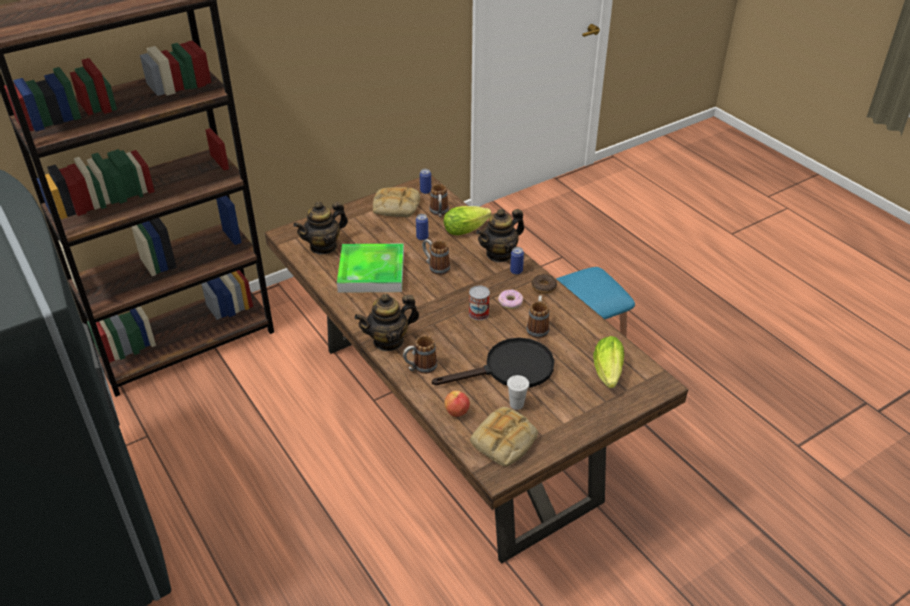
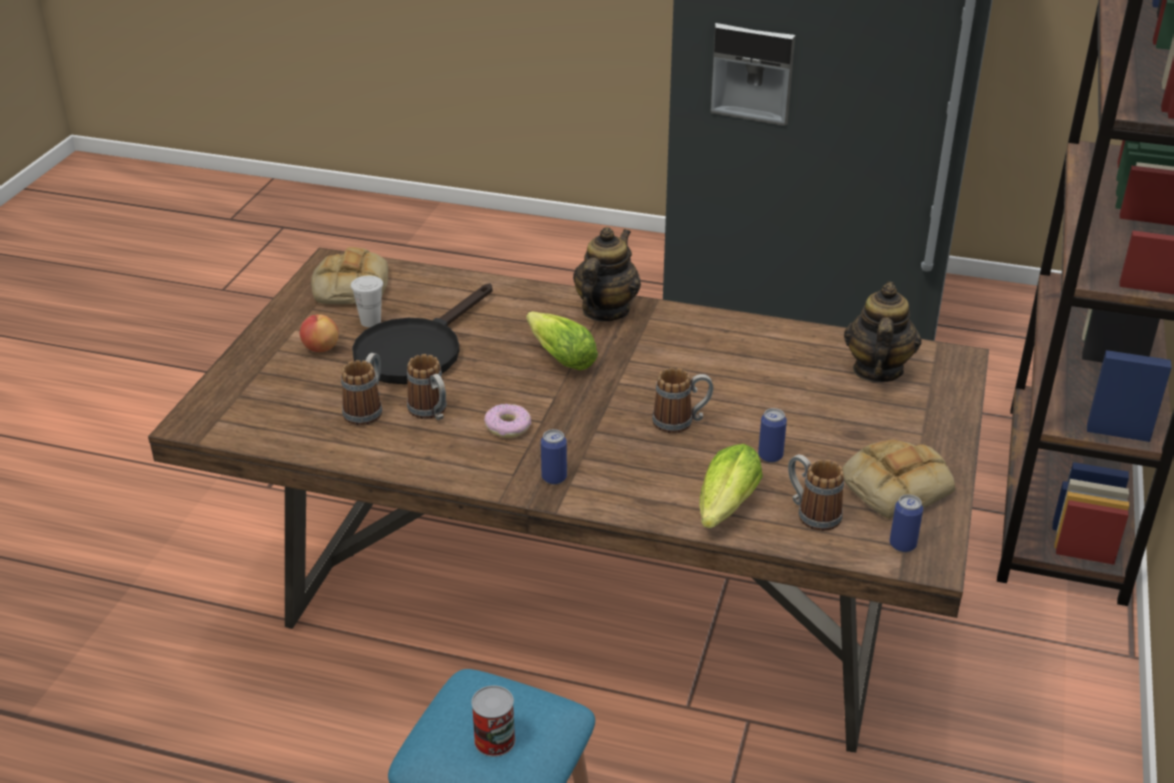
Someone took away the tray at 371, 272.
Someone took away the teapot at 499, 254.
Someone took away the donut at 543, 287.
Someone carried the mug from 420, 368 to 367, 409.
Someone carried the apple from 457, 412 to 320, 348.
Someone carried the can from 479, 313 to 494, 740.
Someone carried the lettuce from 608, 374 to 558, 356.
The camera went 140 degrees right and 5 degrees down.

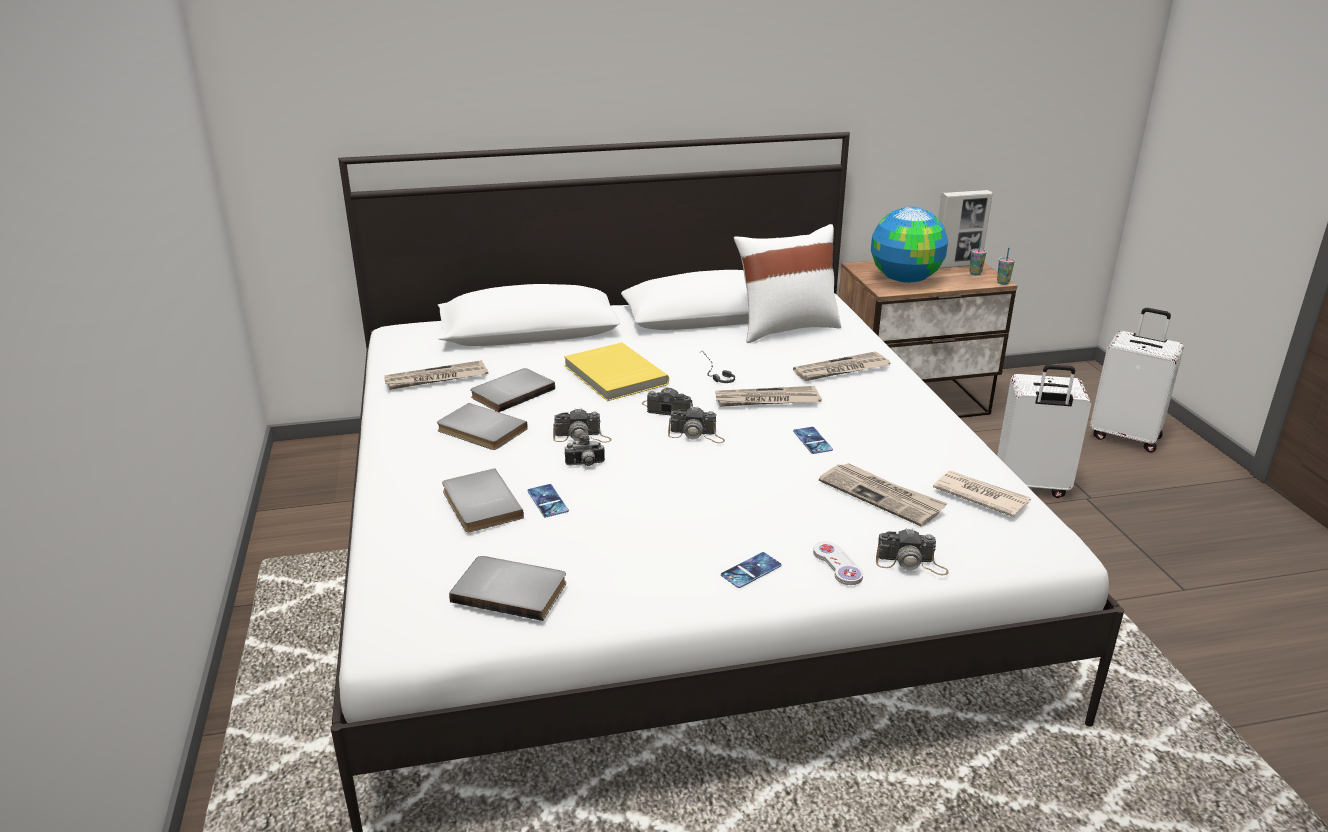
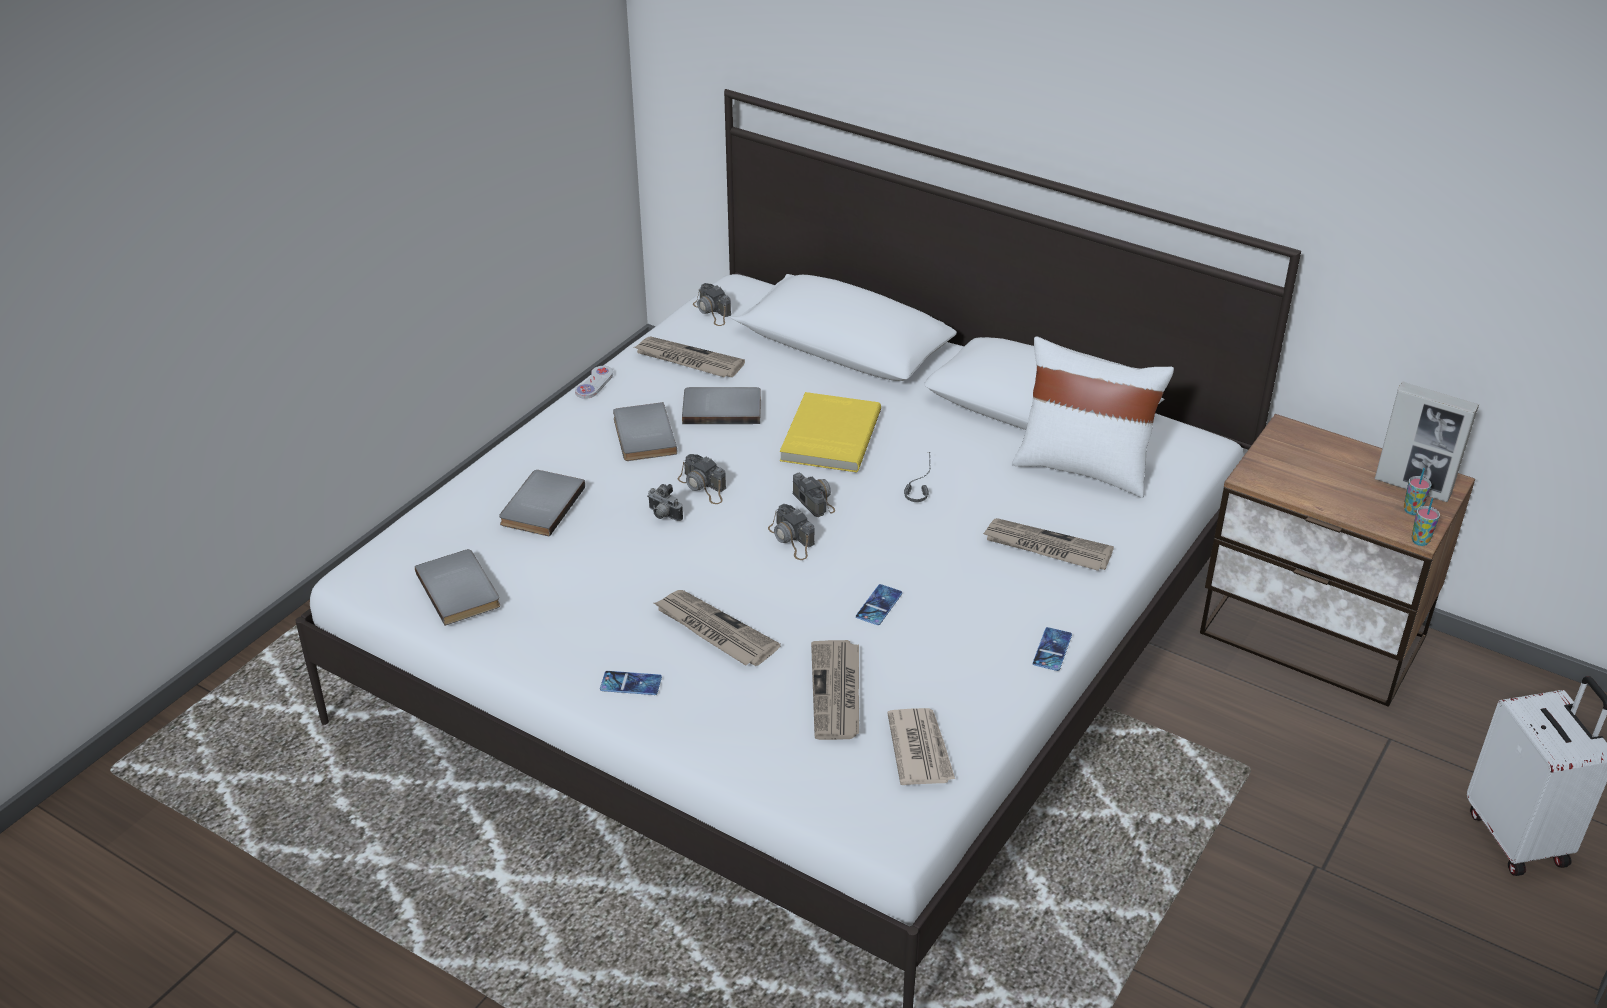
Someone took away the globe at 904, 279.
Someone took away the white suitcase at 1030, 486.
Someone carried the phone from 547, 501 to 1052, 649.
Someone carried the newspaper from 766, 400 to 714, 631.
Someone carried the white game controller from 837, 565 to 594, 383.
Someone carried the photo camera from 911, 563 to 712, 312.
The camera went 45 degrees right and 10 degrees up.

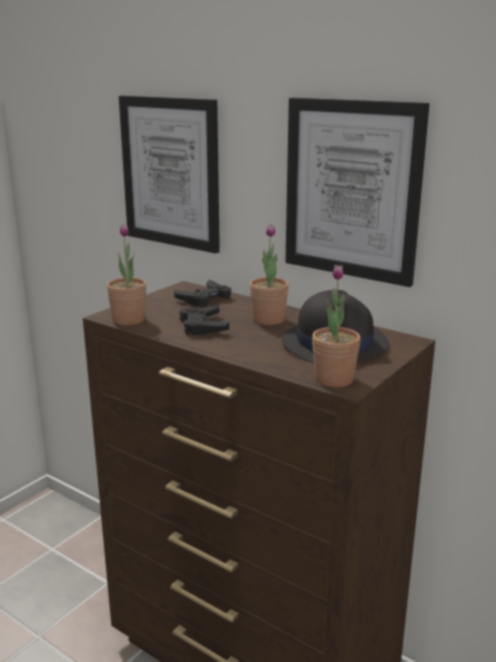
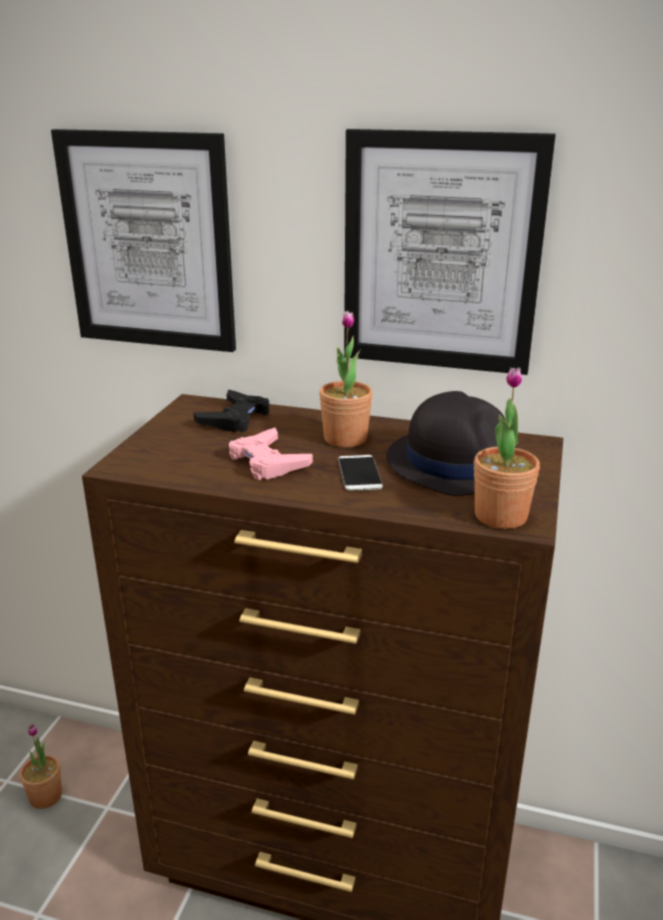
Someone put down the phone at 359, 474.
Someone carried the potted plant from 128, 320 to 45, 796.
Someone repainted the black game controller at 203, 326, which became the pink game controller at 267, 462.
The camera went 20 degrees left and 5 degrees up.

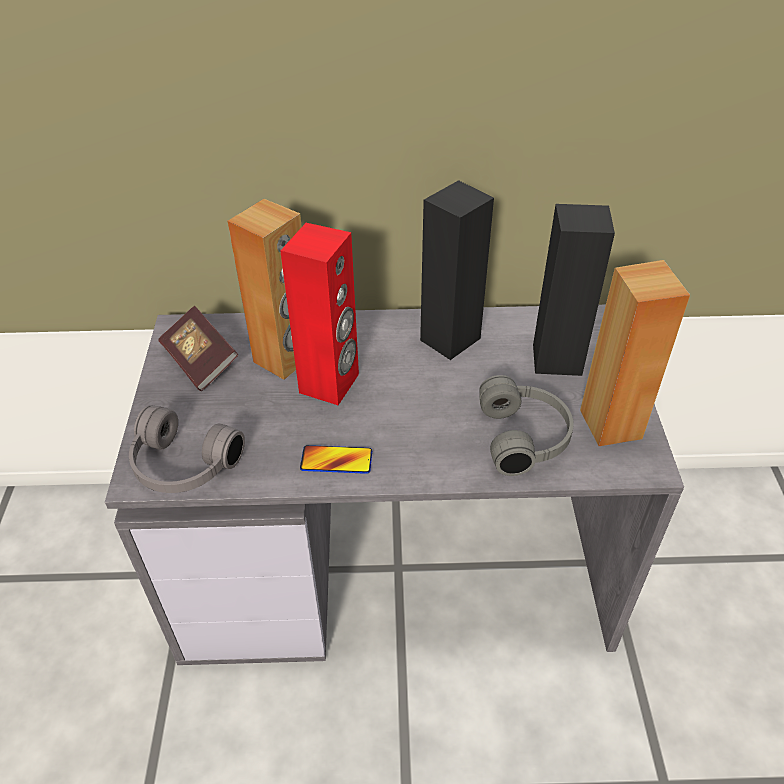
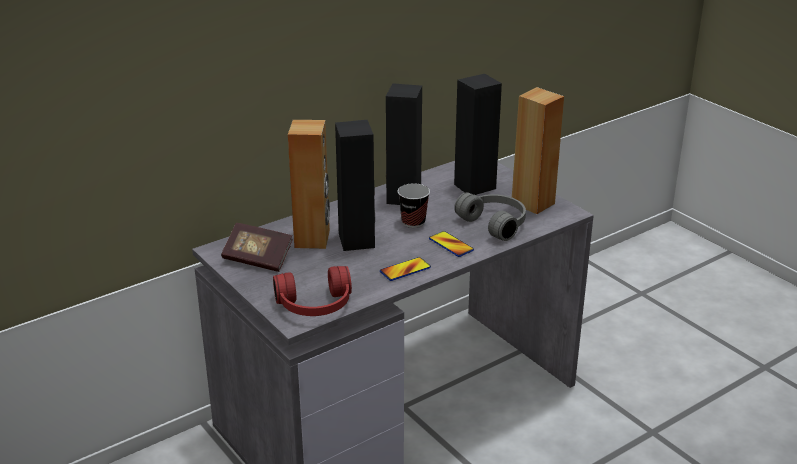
Someone put down the cup at 413, 222.
Someone put down the phone at 451, 245.
Someone repainted the grey headphones at 181, 466, which became the red headphones at 315, 306.
Someone repainted the red speaker at 330, 383, which became the black speaker at 357, 240.
The camera went 35 degrees left and 15 degrees down.

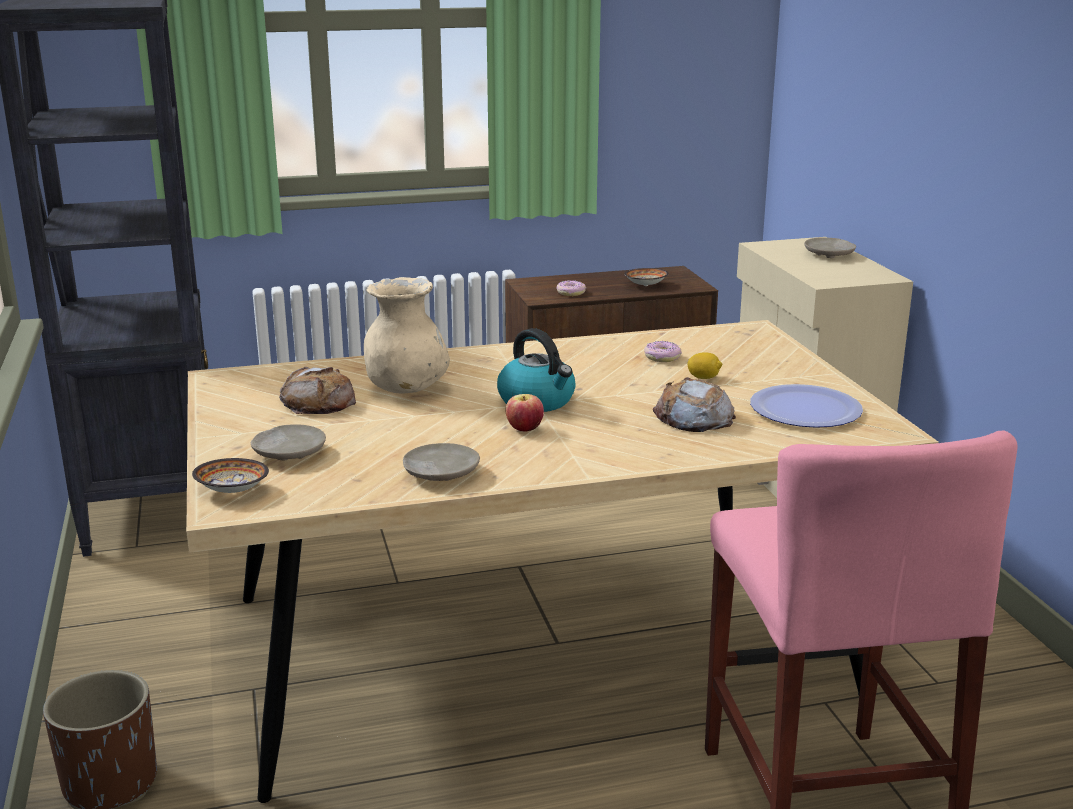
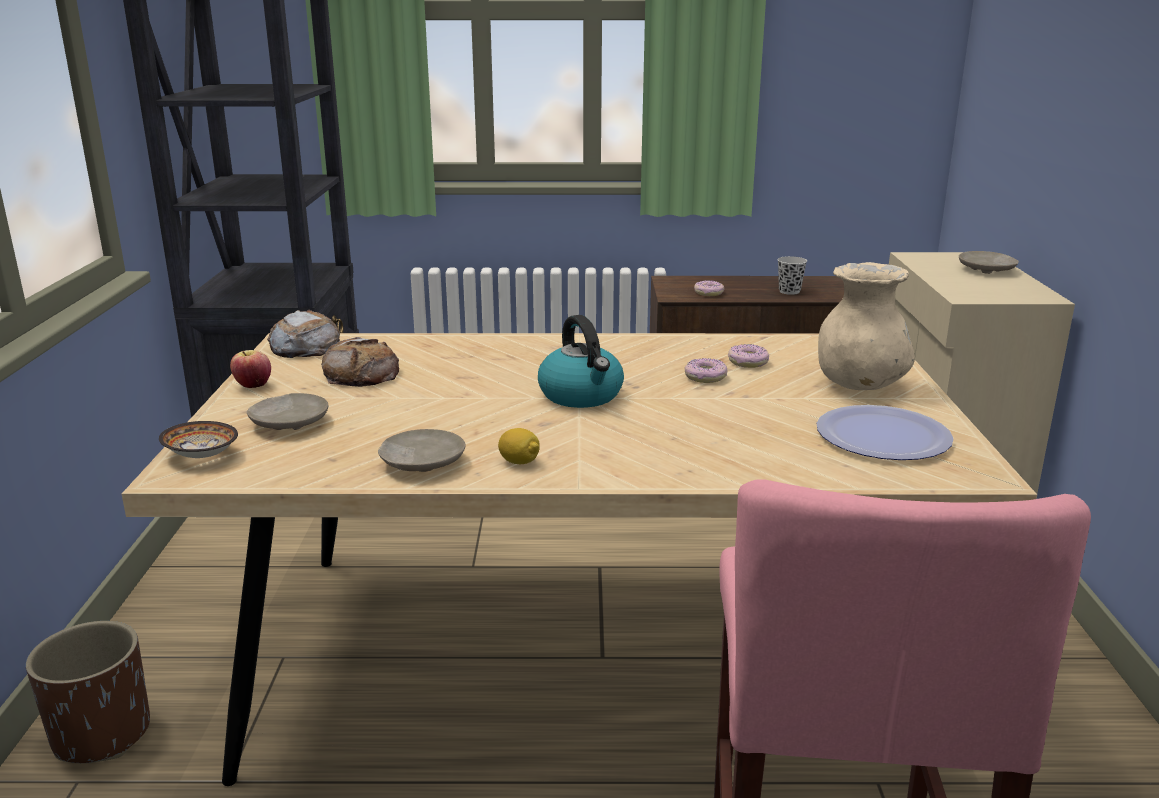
Someone put down the donut at 705, 377.
Someone carried the beige vase from 406, 389 to 859, 386.
Someone carried the apple from 524, 429 to 253, 386.
Someone carried the bread from 693, 417 to 304, 346.
Someone carried the lemon from 703, 378 to 519, 462.
Someone swapped the bowl at 644, 285 for the black cup at 789, 291.
The camera went 15 degrees right and 0 degrees up.

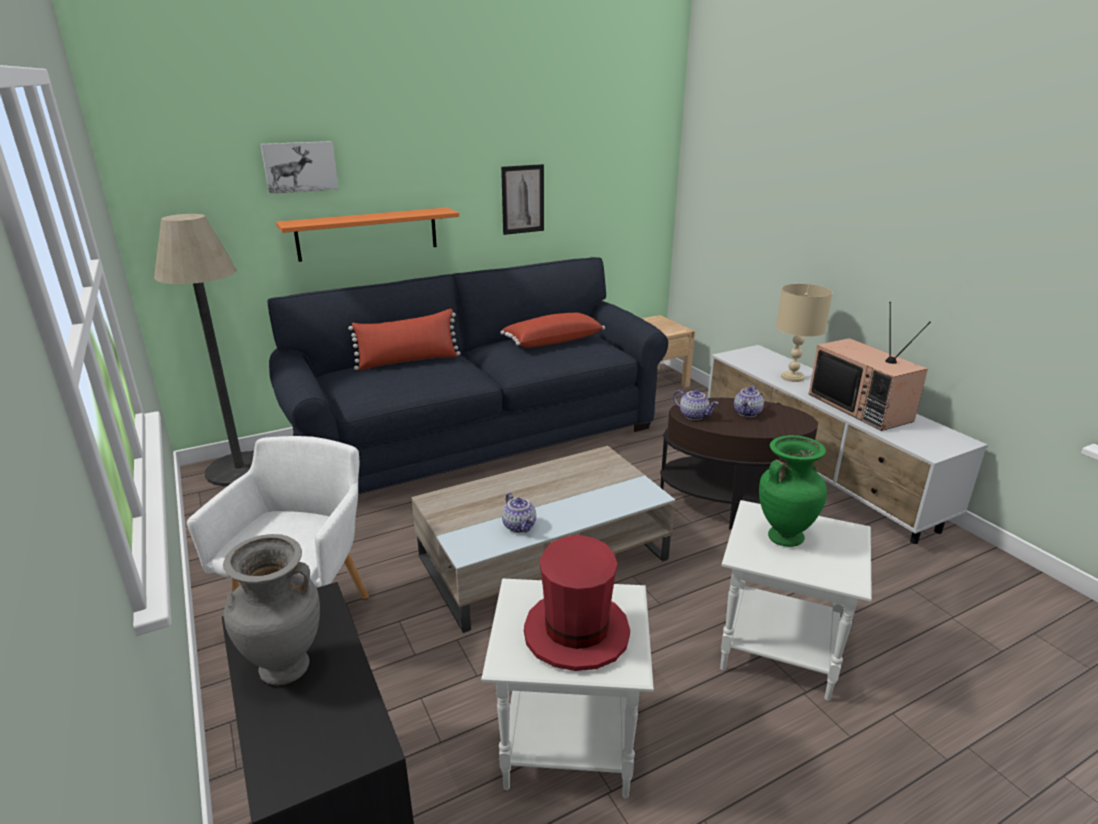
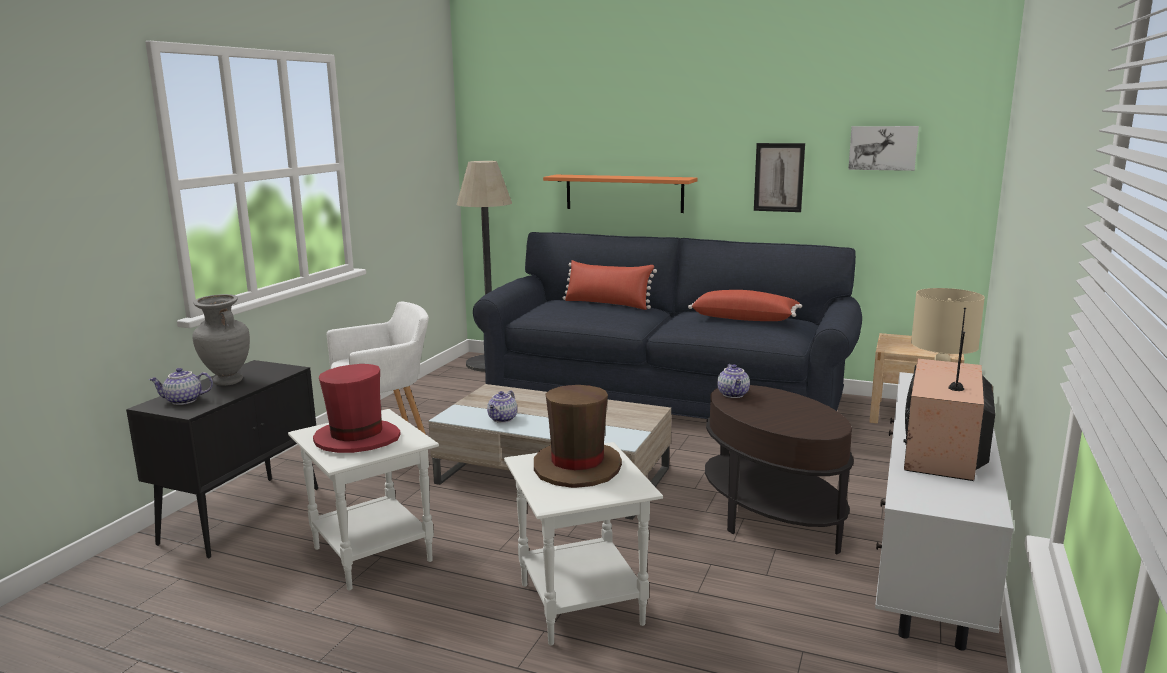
Someone carried the picture from 300, 166 to 883, 148.
Someone carried the teapot from 748, 413 to 183, 401.
Someone swapped the green vase at 783, 537 for the brown hat at 577, 467.
The camera went 50 degrees right and 10 degrees down.

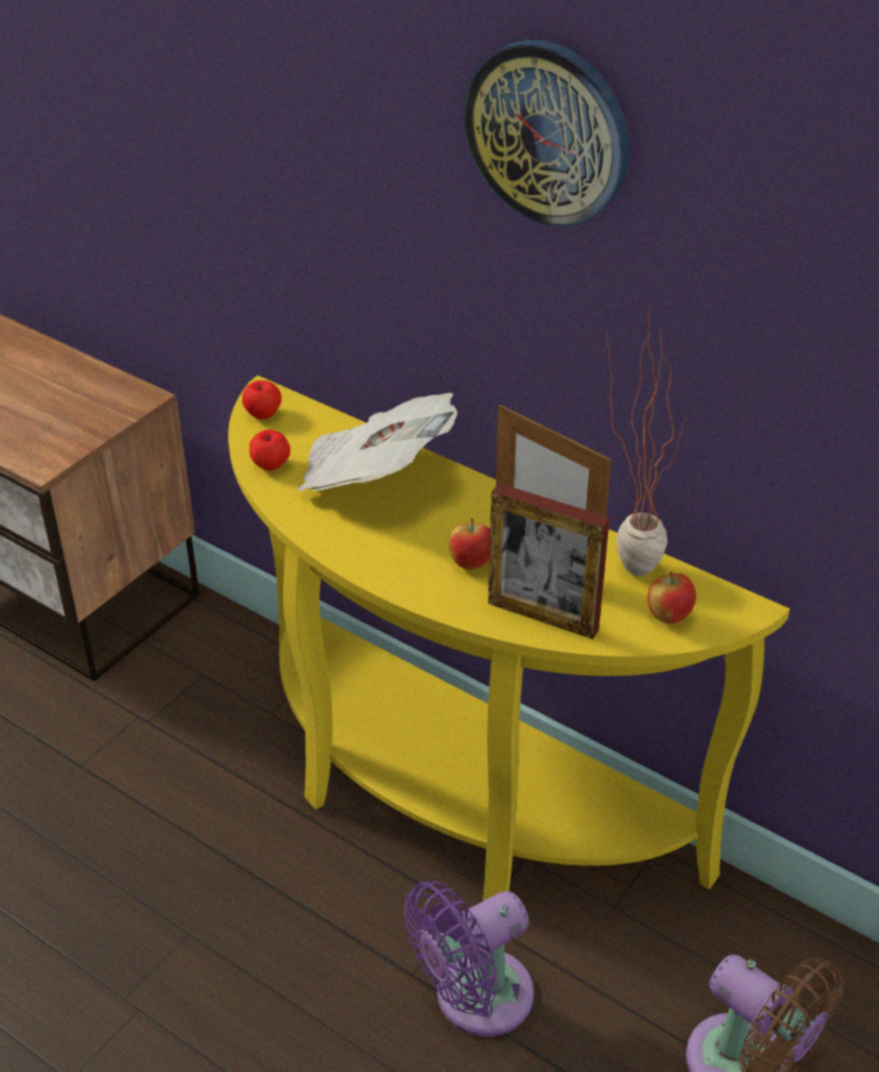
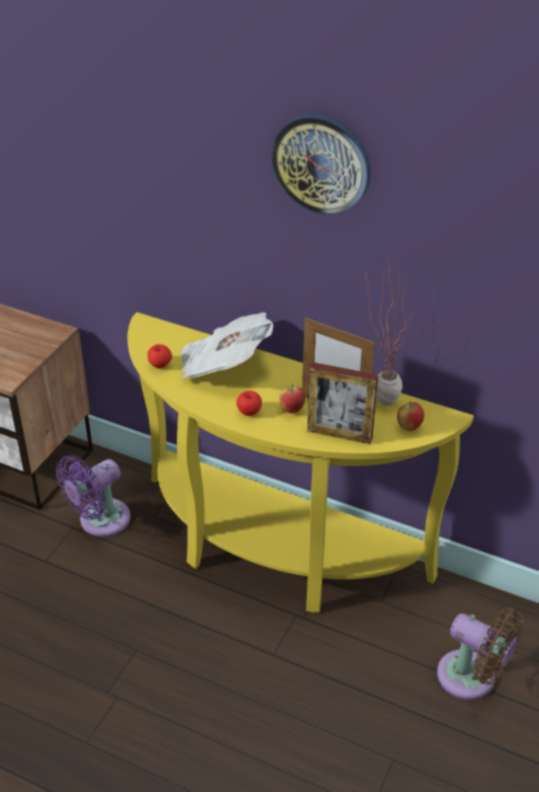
Someone carried the apple from 263, 414 to 249, 412.
Someone carried the purple fan from 474, 998 to 100, 521.
The camera went 10 degrees left and 0 degrees up.

